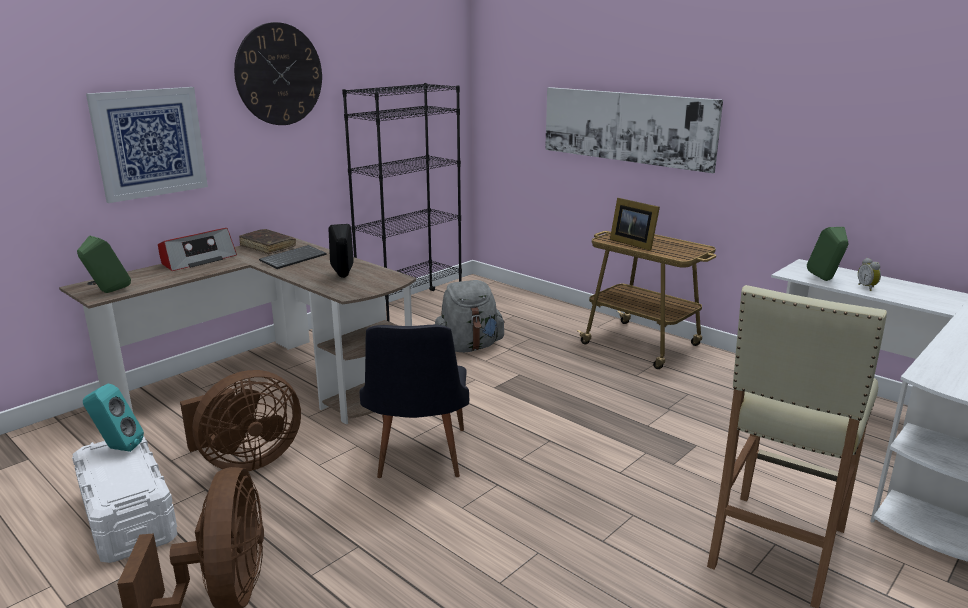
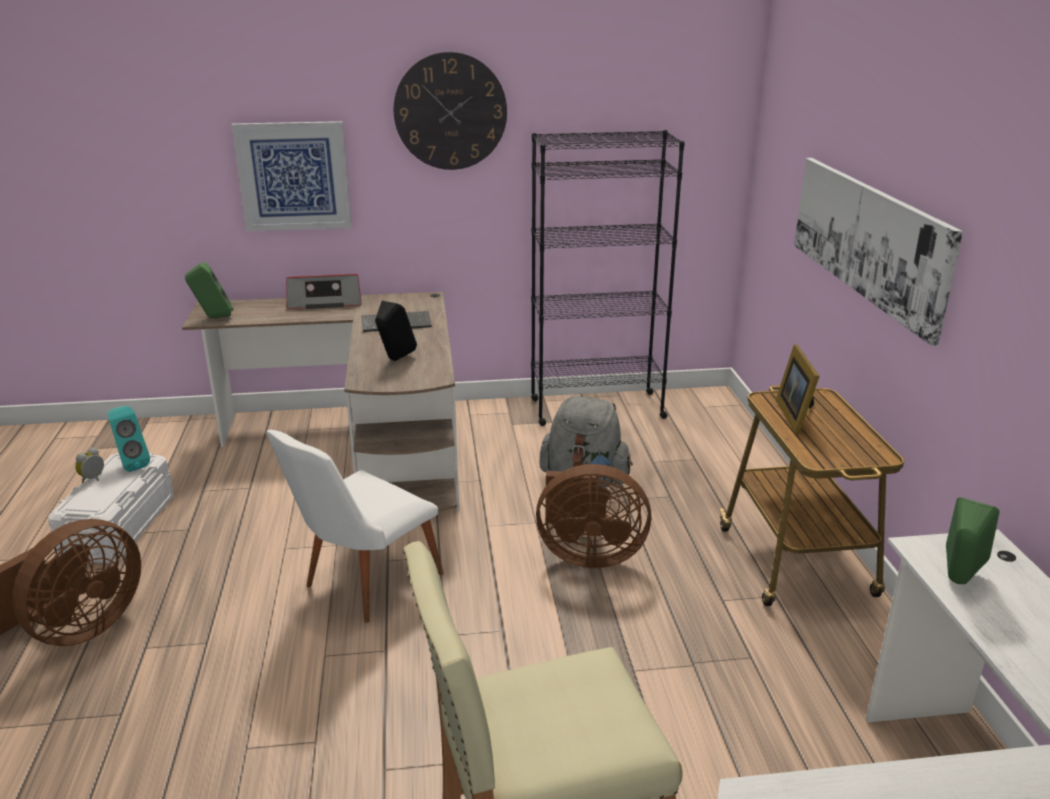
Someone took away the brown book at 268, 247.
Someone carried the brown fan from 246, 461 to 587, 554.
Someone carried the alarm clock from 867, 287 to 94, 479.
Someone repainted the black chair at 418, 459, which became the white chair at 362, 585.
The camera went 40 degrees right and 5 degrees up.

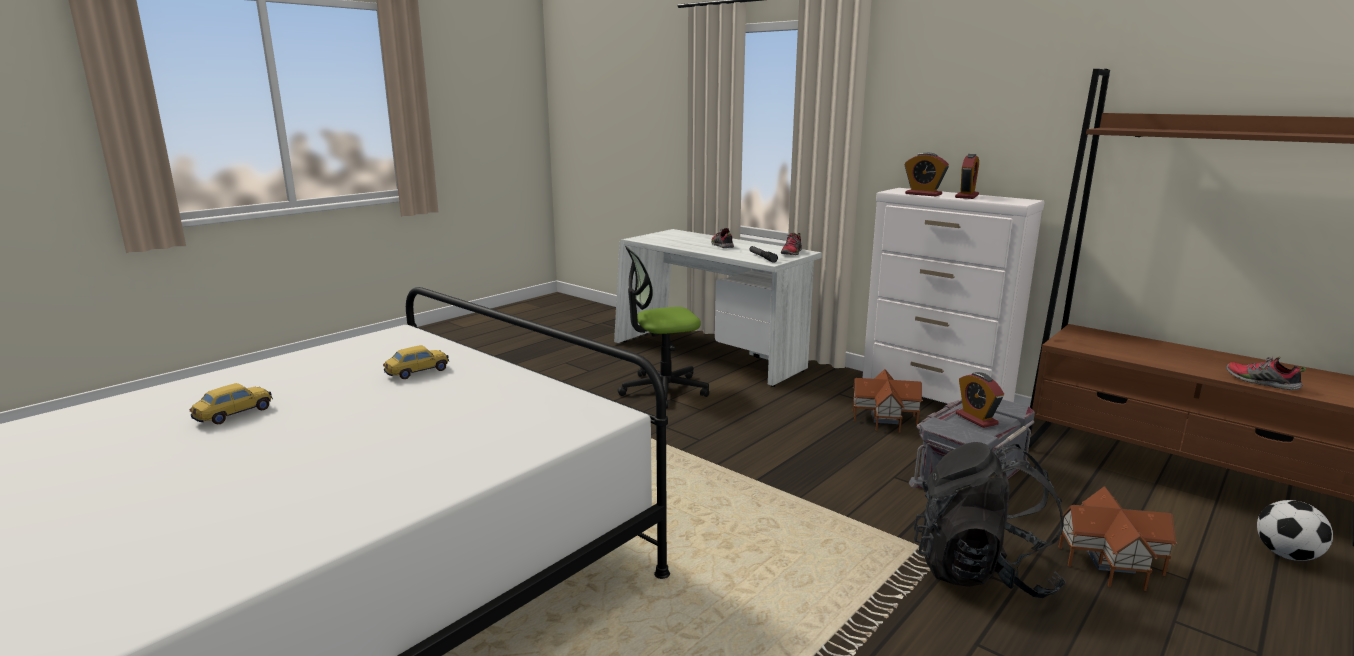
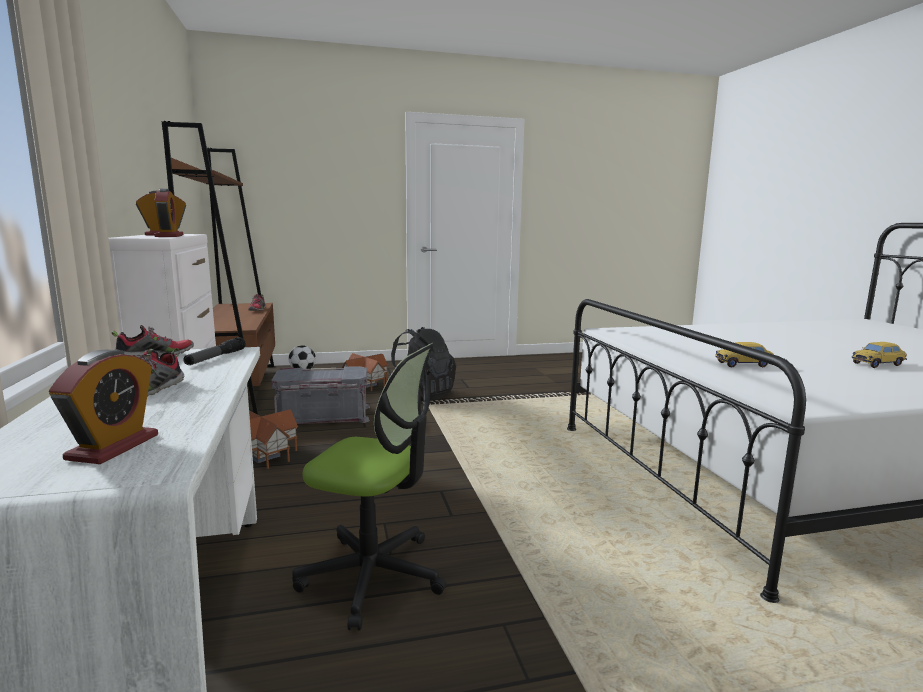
Someone carried the alarm clock from 976, 419 to 113, 447.
The camera went 145 degrees left and 5 degrees down.

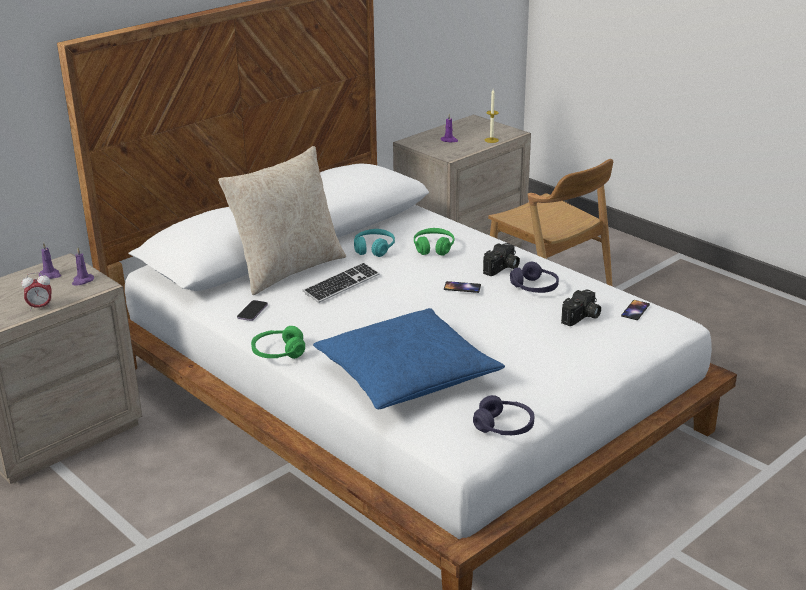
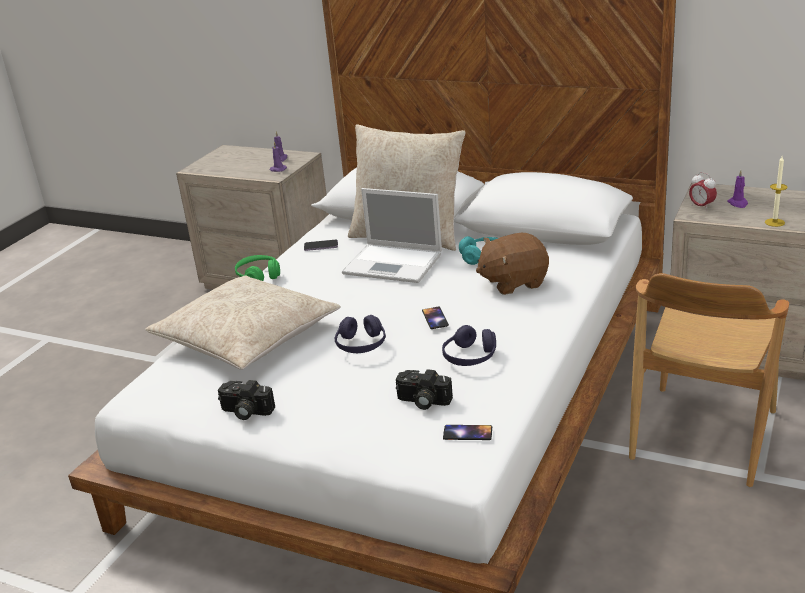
Someone carried the alarm clock from 40, 307 to 701, 207.
Someone carried the purple headphones from 504, 426 to 361, 345.
Someone carried the photo camera from 502, 268 to 245, 412.
Someone swapped the keyboard at 341, 284 for the laptop at 394, 264.
Someone swapped the green headphones at 433, 248 for the brown plush toy at 513, 282.
Someone repainted the blue pillow at 406, 374, which became the beige pillow at 246, 337.
The camera went 70 degrees right and 0 degrees up.

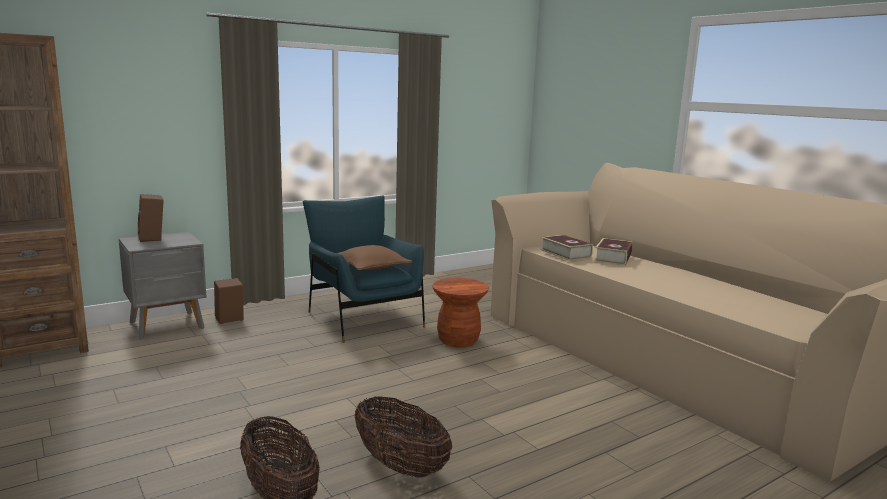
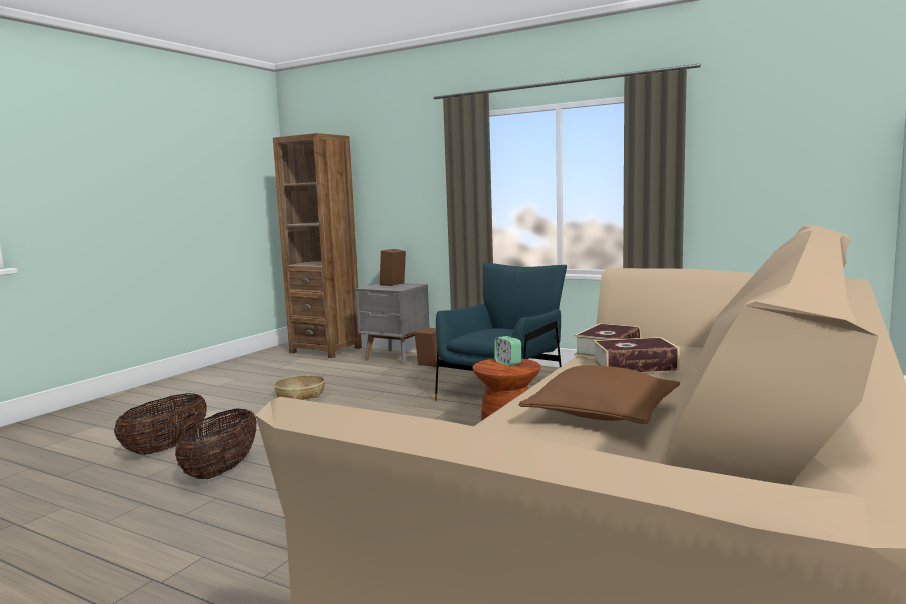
Someone put down the basket at 301, 394.
Someone put down the alarm clock at 508, 363.
Someone carried the brown pillow from 371, 267 to 602, 413.
The camera went 65 degrees right and 5 degrees down.

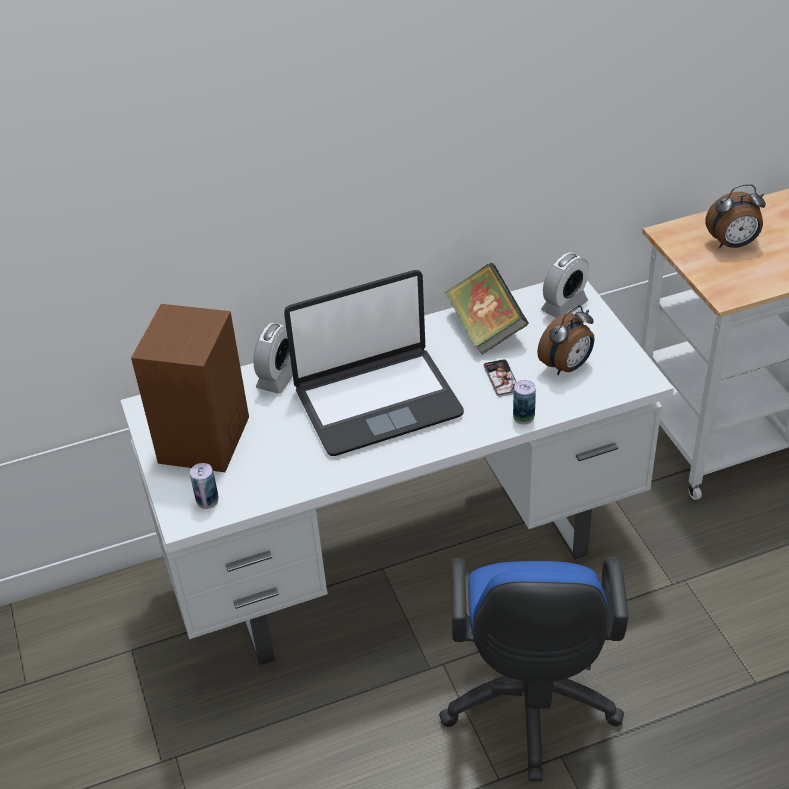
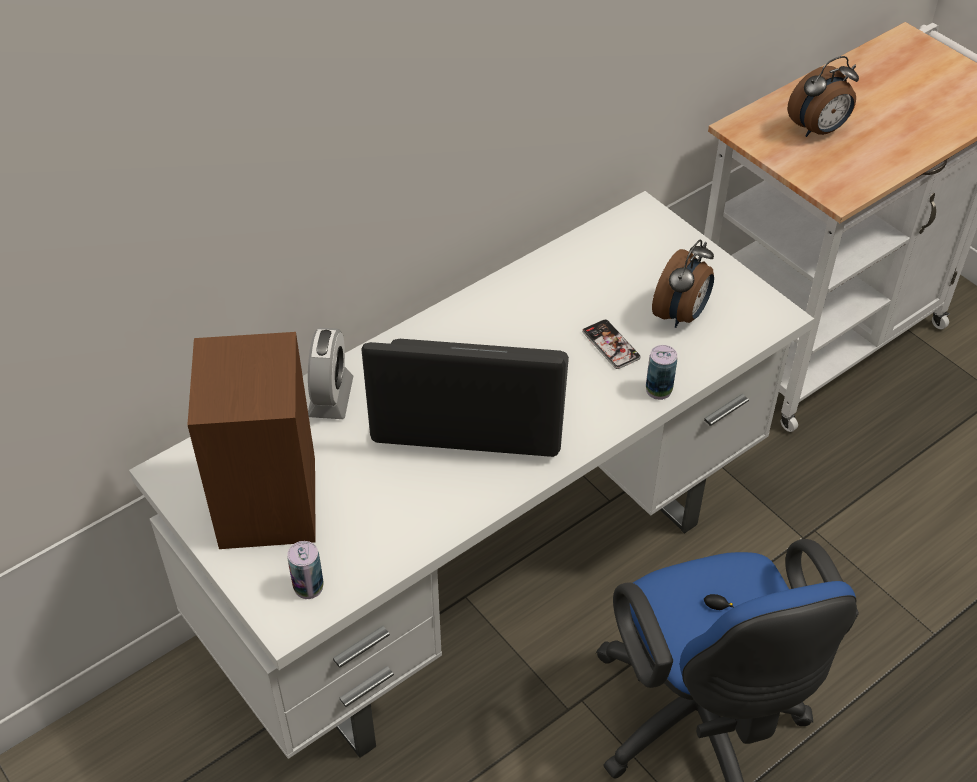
Someone took away the book at 485, 328.
Someone took away the alarm clock at 564, 306.
Someone rotated the laptop at 377, 401 by 135 degrees counterclockwise.
The camera went 20 degrees left and 5 degrees up.

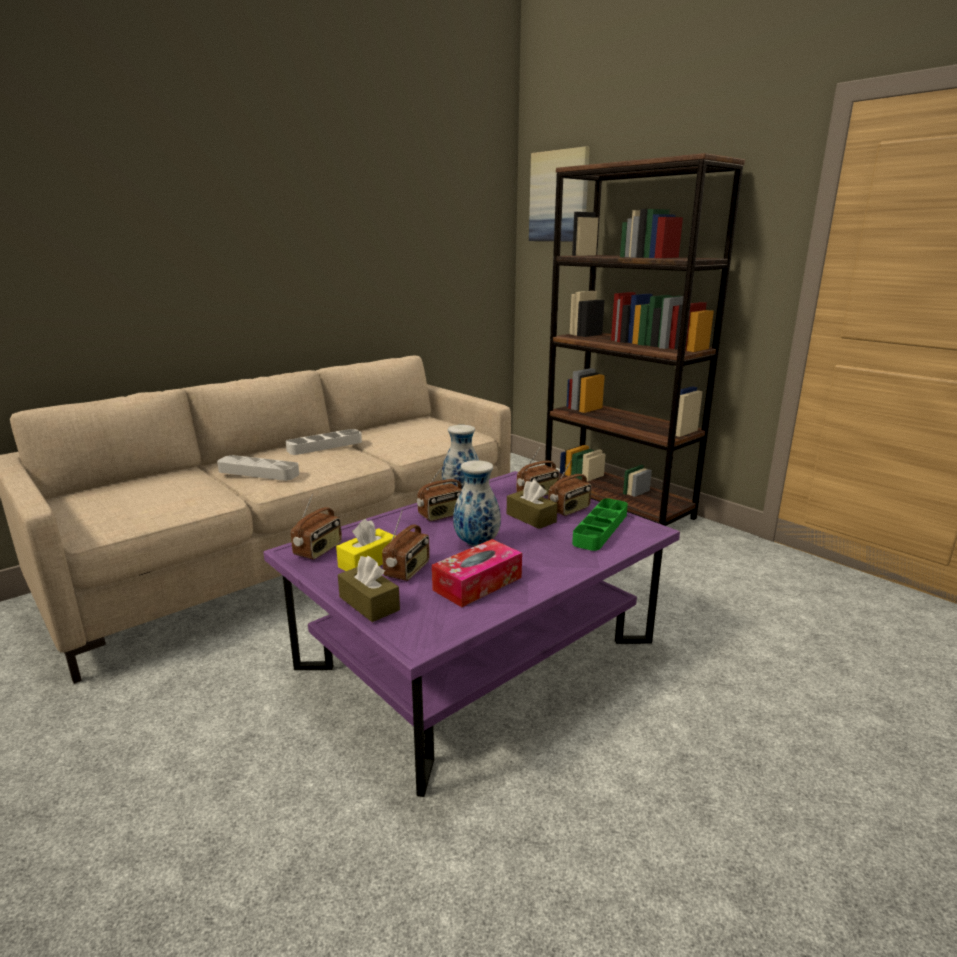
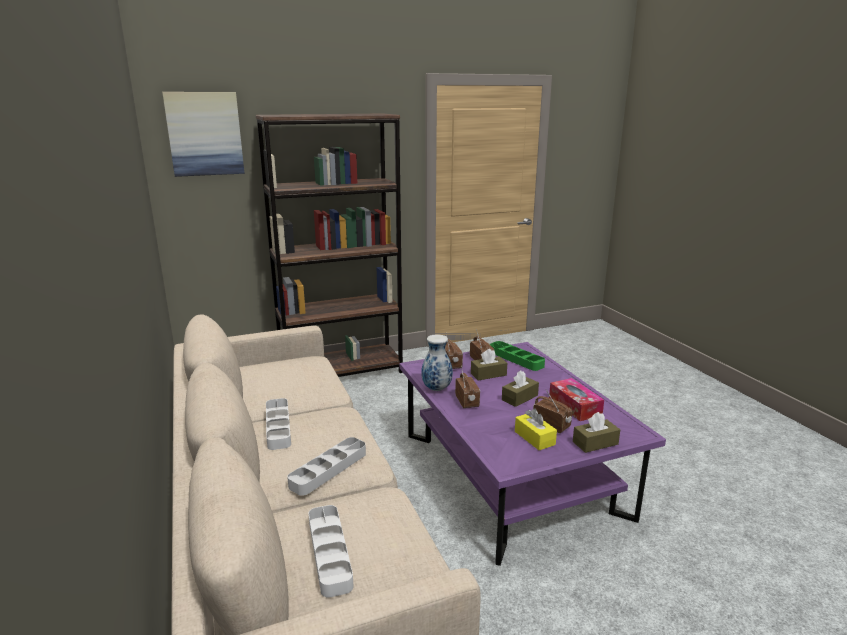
Someone took away the radio at 319, 550.
Someone put down the white tray at 330, 553.
Someone swapped the vase at 476, 543 for the brown tissue box at 519, 398.
The camera went 70 degrees left and 0 degrees up.

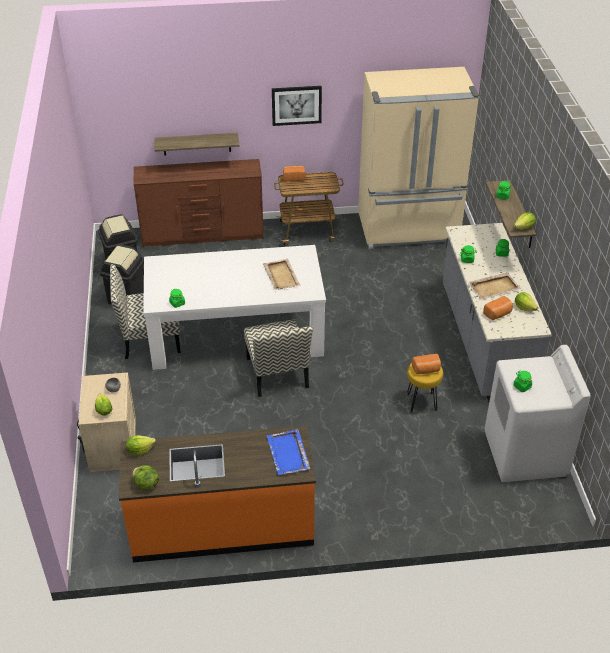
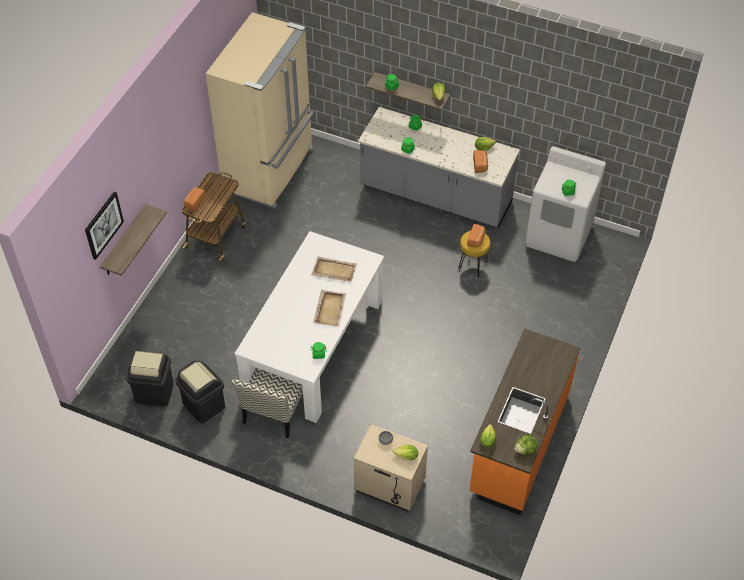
Someone took away the brown dresser at 203, 234.
Someone took away the chair at 278, 373.
Someone took away the blue tray at 288, 454.
Someone carried the picture from 296, 105 to 103, 225.
Someone carried the beige tray from 494, 287 to 330, 309.
The camera went 60 degrees left and 10 degrees up.

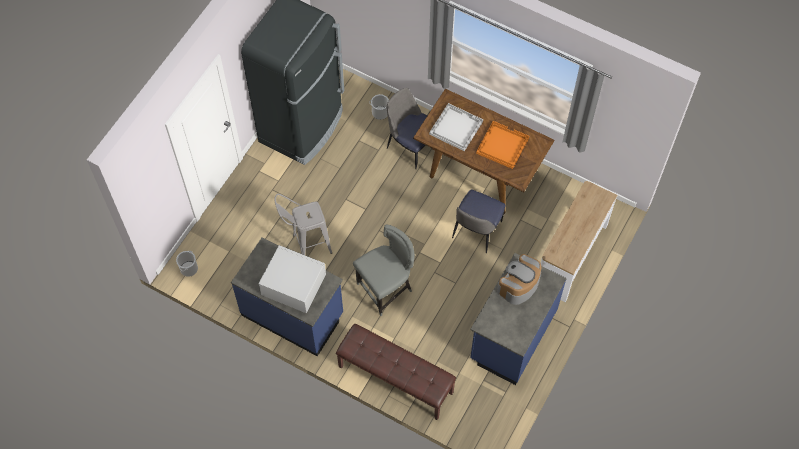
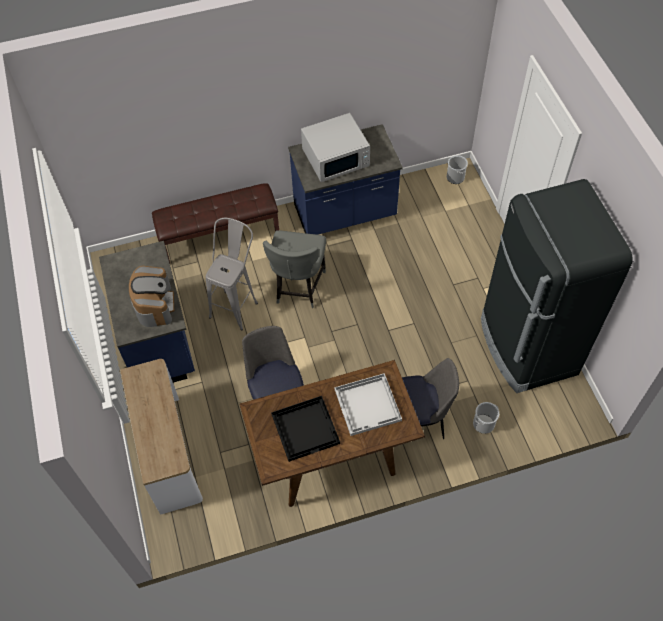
Someone carried the grey stool from 306, 246 to 237, 304.
Someone repainted the orange tray at 502, 145, which became the black tray at 305, 428.
The camera went 135 degrees right and 5 degrees down.

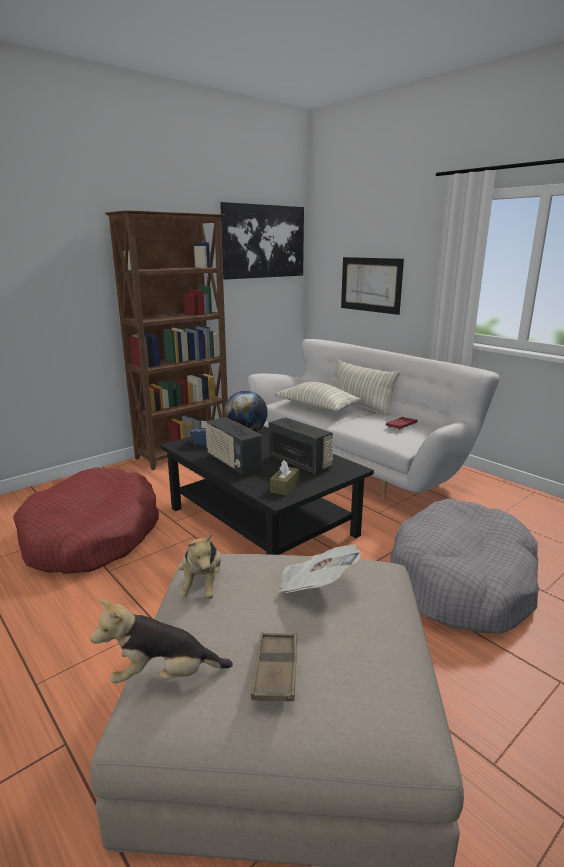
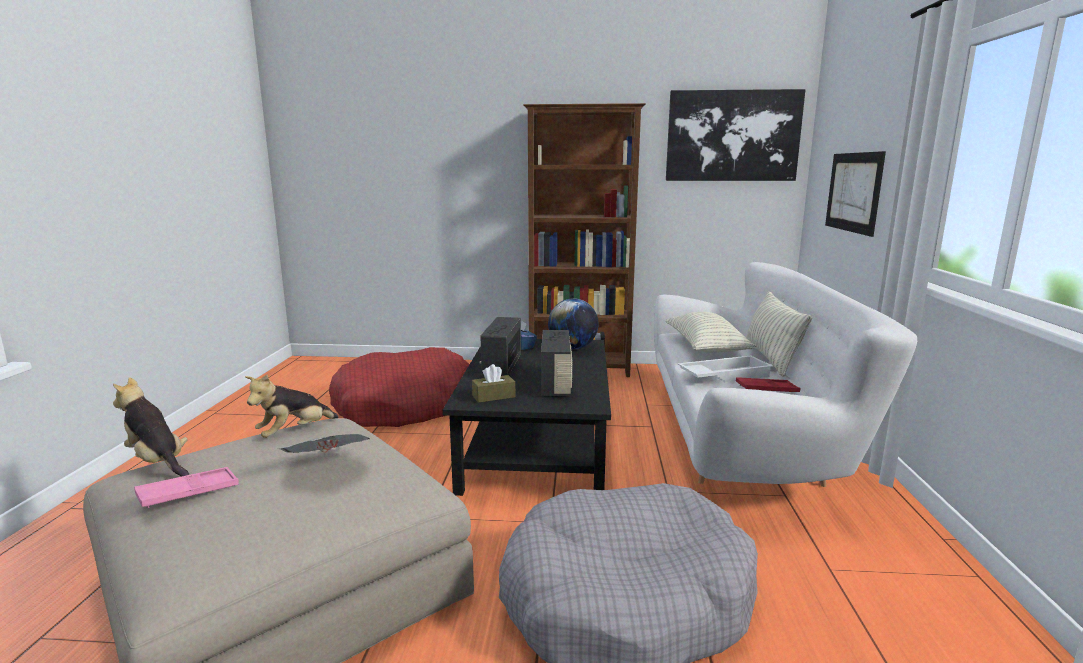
Someone put down the white tray at 724, 375.
Someone repainted the brown tray at 275, 670, which became the pink tray at 188, 492.
The camera went 45 degrees right and 5 degrees down.

